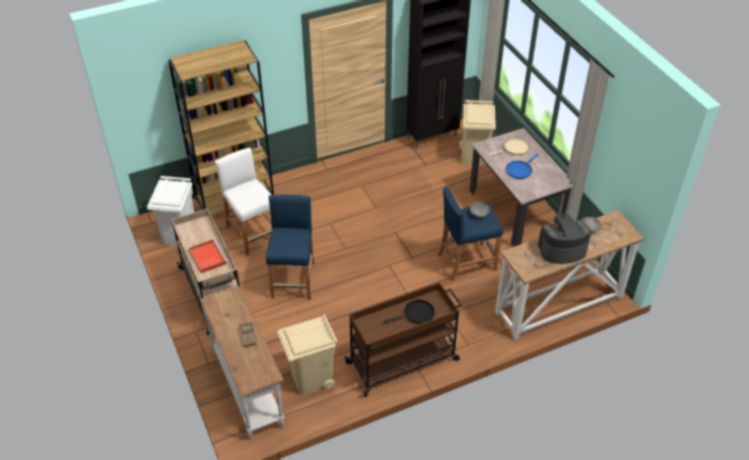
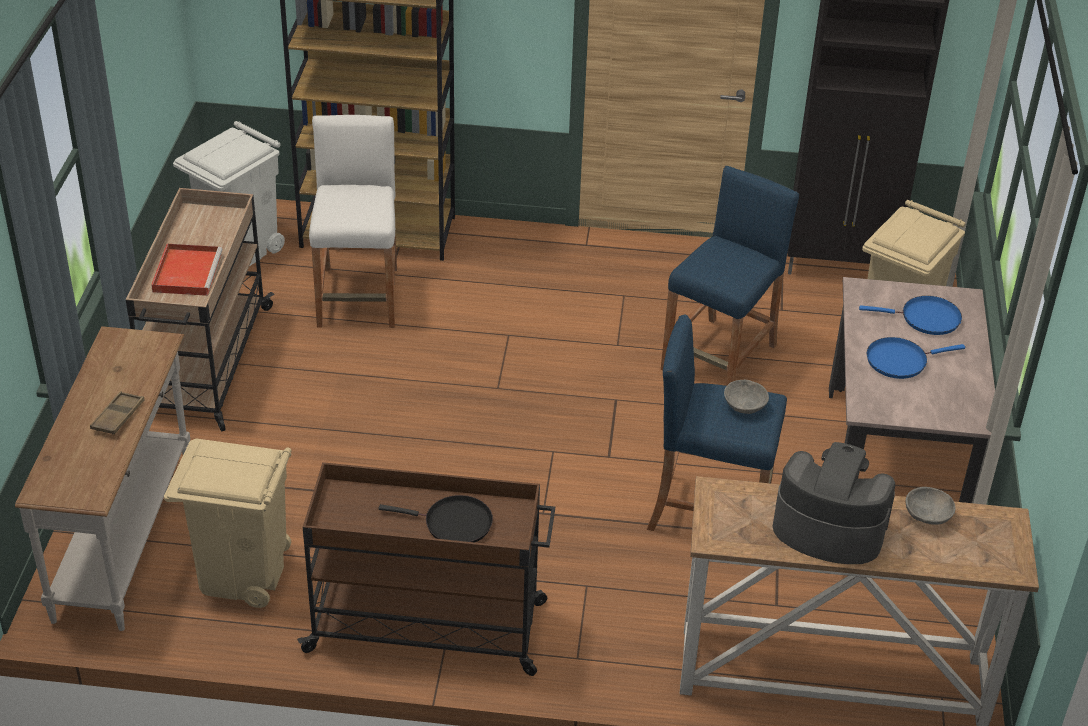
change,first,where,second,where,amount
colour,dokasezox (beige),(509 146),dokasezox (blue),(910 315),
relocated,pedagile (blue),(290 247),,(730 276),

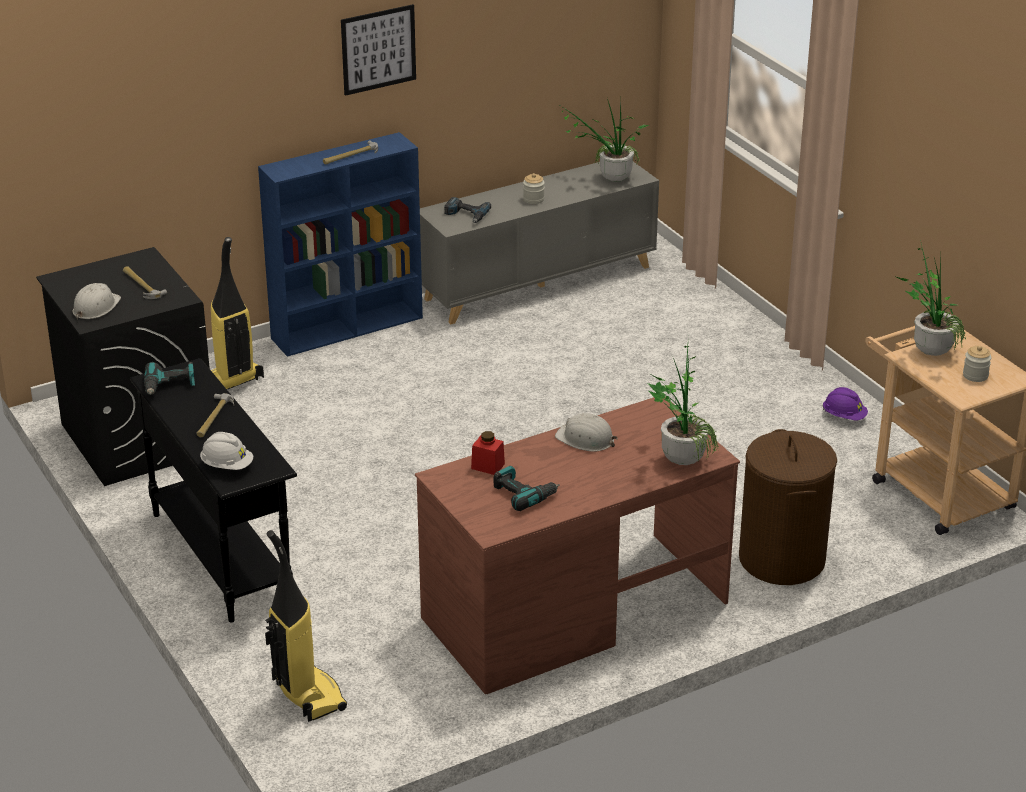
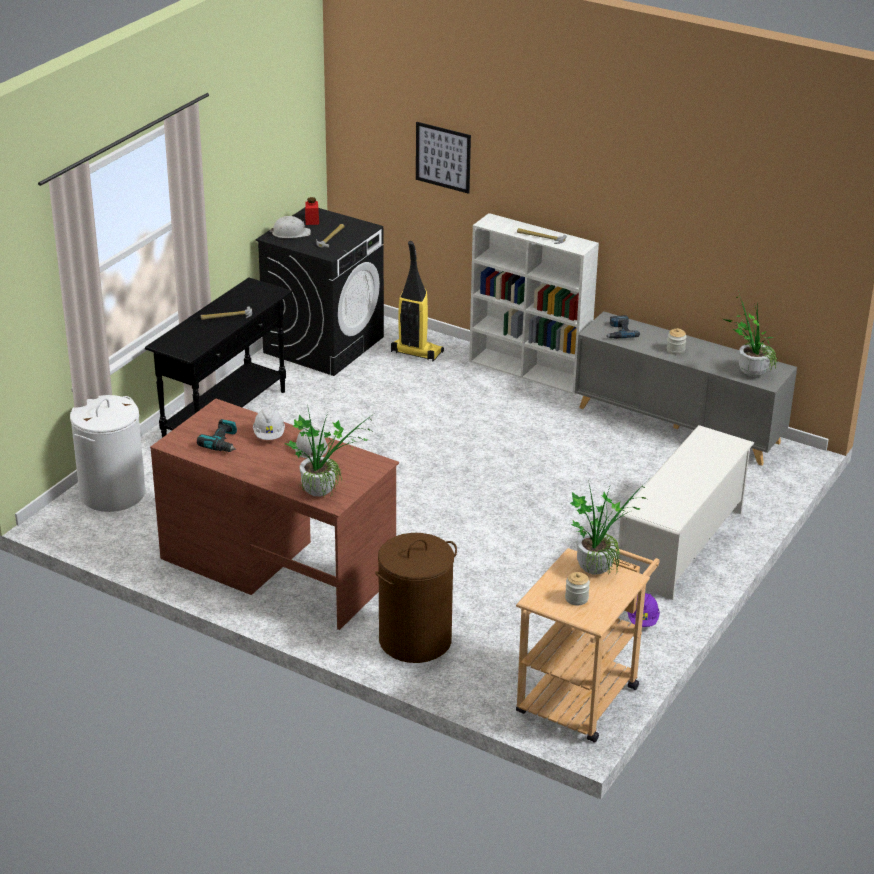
change,first,where,second,where,amount
relocated,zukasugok,(378 50),,(443 158),
colour,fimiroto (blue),(340 244),fimiroto (white),(534 303),
missing,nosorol,(169 378),,,
relocated,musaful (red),(488 453),,(312 211),
relocated,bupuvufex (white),(226 451),,(269 424),
exchanged,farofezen,(306 626),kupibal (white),(108 453),
appeared,,,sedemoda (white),(685 512),

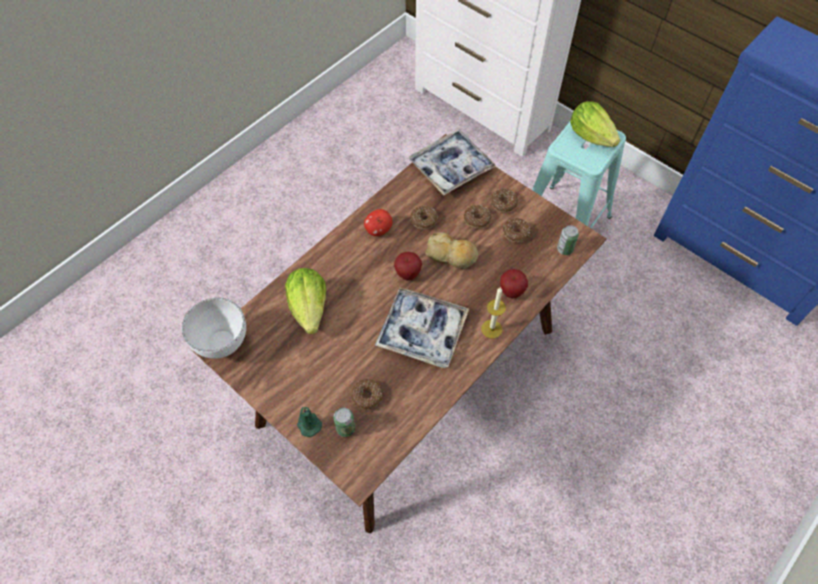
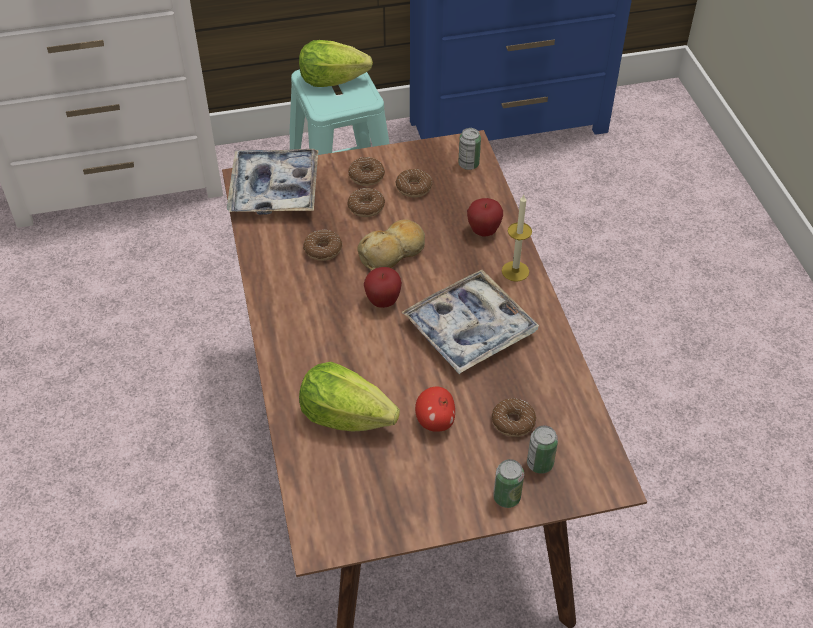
change,first,where,second,where,amount
relocated,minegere,(378 222),,(435 409),
missing,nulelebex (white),(214 328),,,
exchanged,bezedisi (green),(309 422),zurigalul,(508 483),

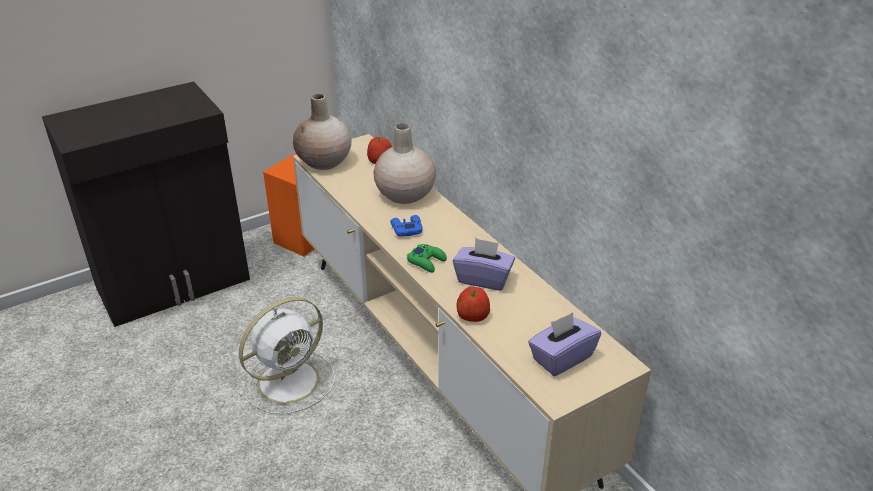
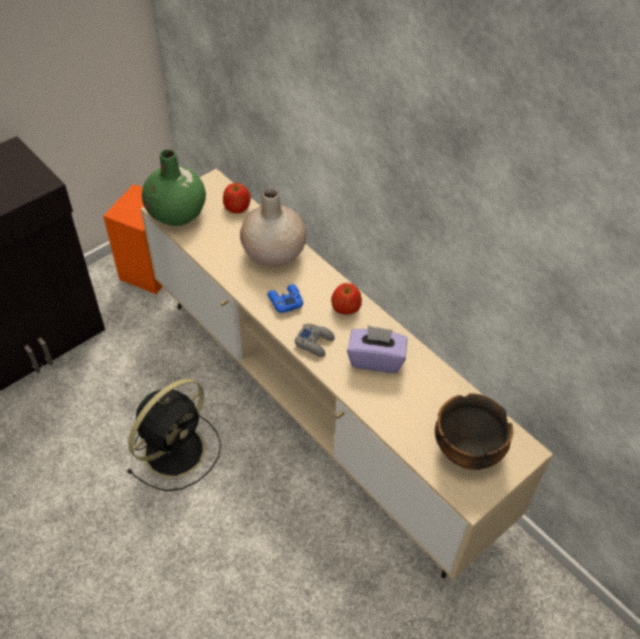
change,first,where,second,where,amount
colour,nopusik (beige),(322 132),nopusik (green),(174 187),
colour,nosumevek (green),(427 258),nosumevek (grey),(314 340),
relocated,minegere,(473 304),,(346 298),
colour,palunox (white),(286 355),palunox (black),(173 435),
exchanged,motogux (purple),(564 344),nulelebex,(474 431),

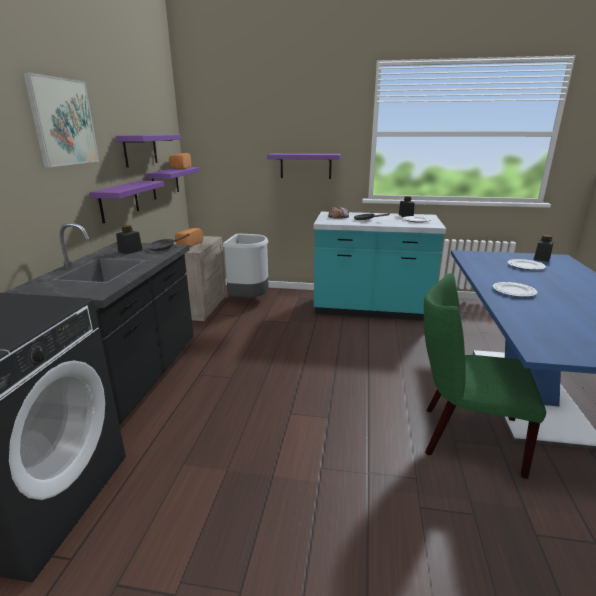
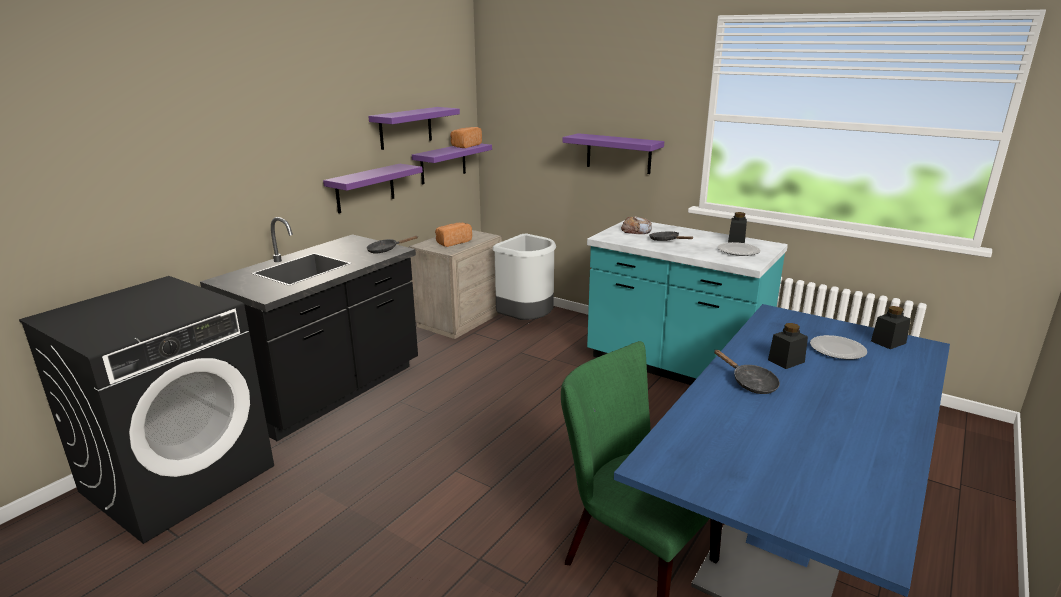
change,first,where,second,where,amount
missing,zukasugok,(61 119),,,
relocated,musaful (black),(129 239),,(788 346),
exchanged,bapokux,(515 289),dokasezox (black),(747 372),

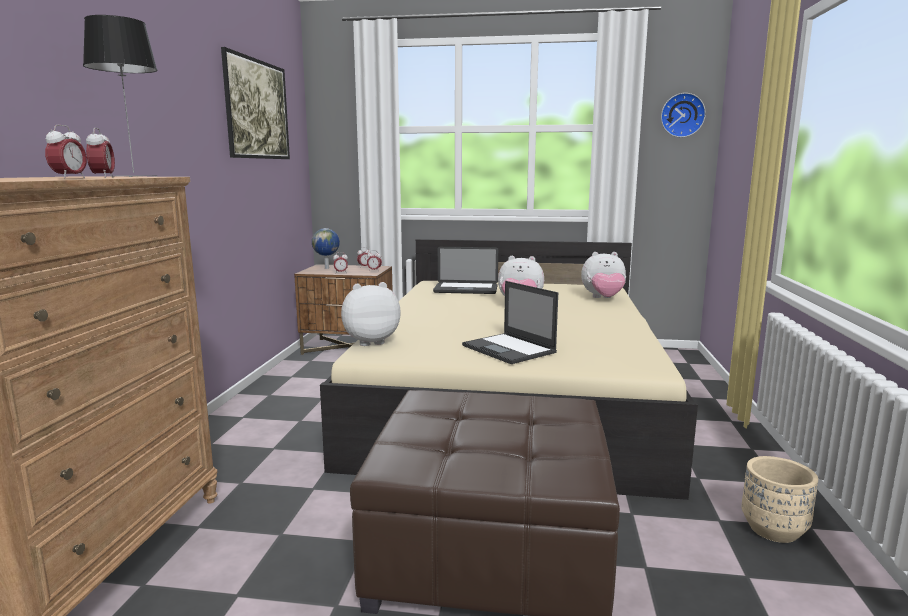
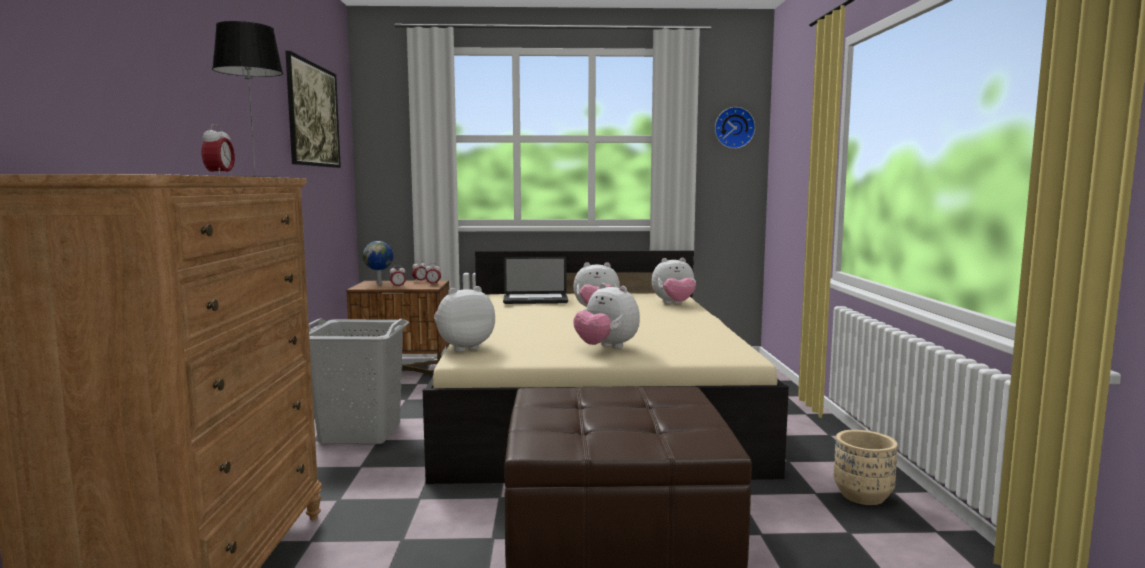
change,first,where,second,where,amount
missing,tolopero,(100 153),,,
exchanged,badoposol,(510 322),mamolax,(606 316),
appeared,,,kupibal (grey),(359 381),

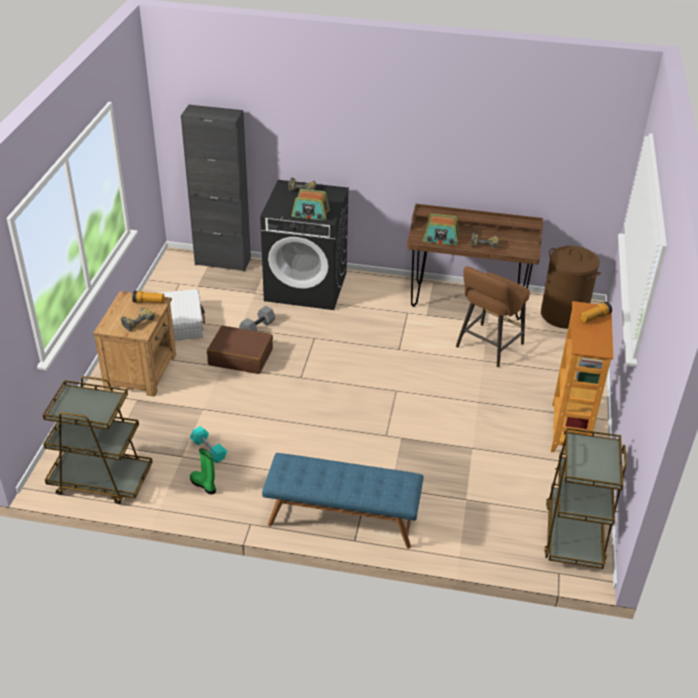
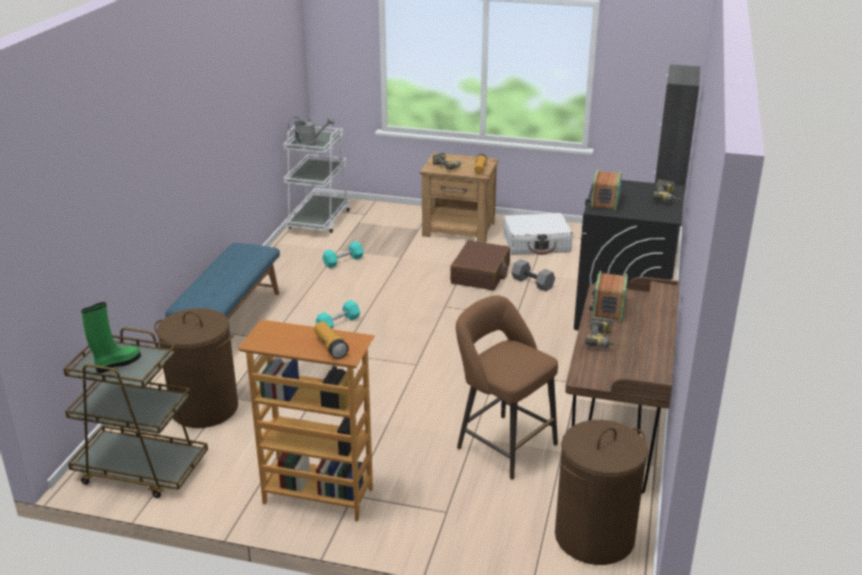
change,first,where,second,where,amount
colour,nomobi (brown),(98 440),nomobi (white),(317 179),
relocated,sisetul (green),(203 471),,(111 337),
appeared,,,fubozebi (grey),(311 131),
appeared,,,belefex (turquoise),(338 314),
appeared,,,kupibal (brown),(196 368),

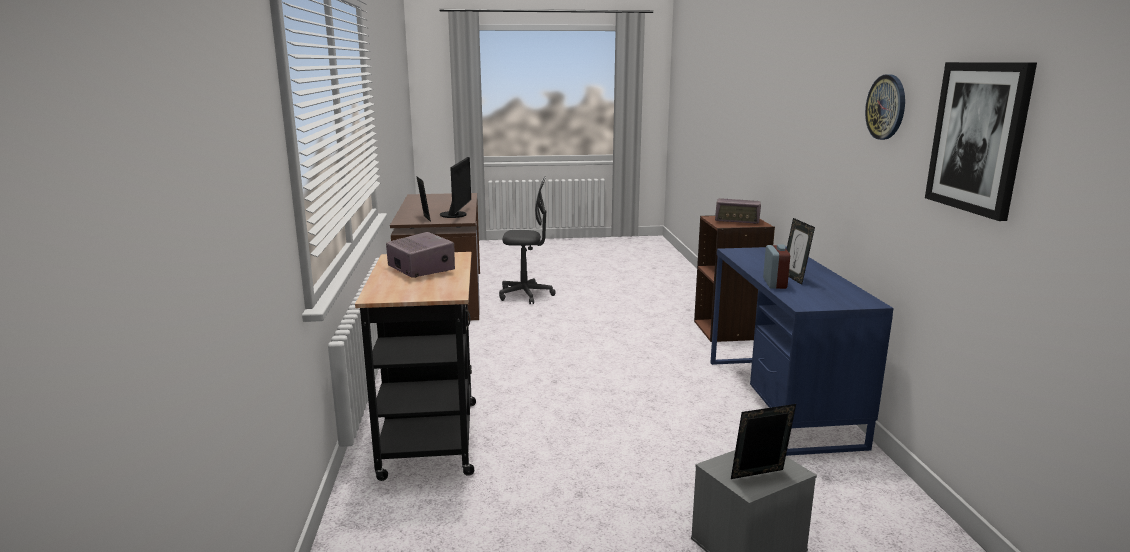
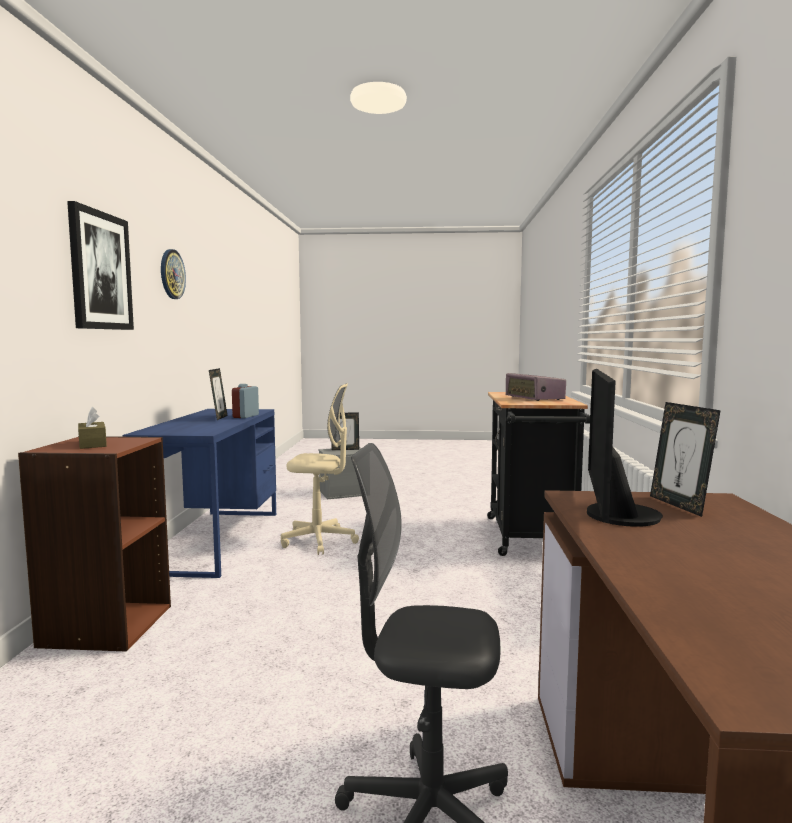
change,first,where,second,where,amount
relocated,zukasugok,(981 141),,(100 265),
exchanged,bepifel,(738 211),motogux (brown),(92 428),
appeared,,,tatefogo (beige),(320 469),

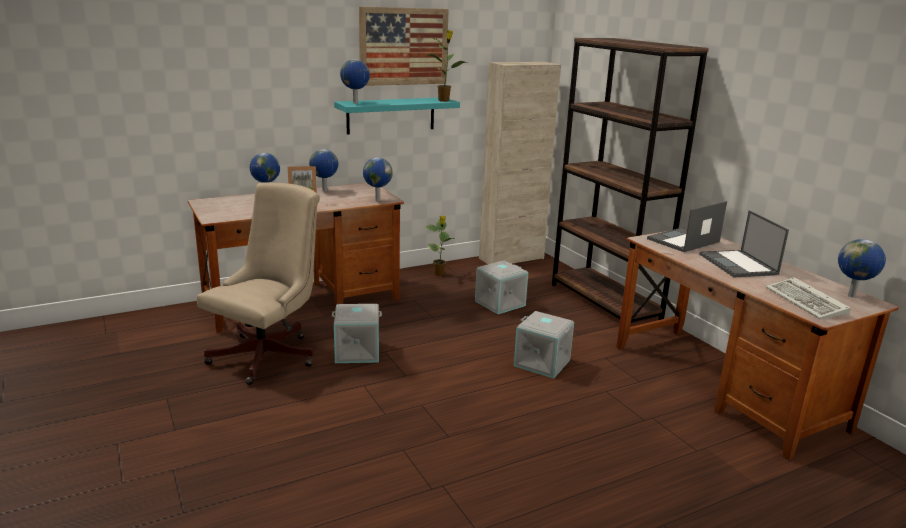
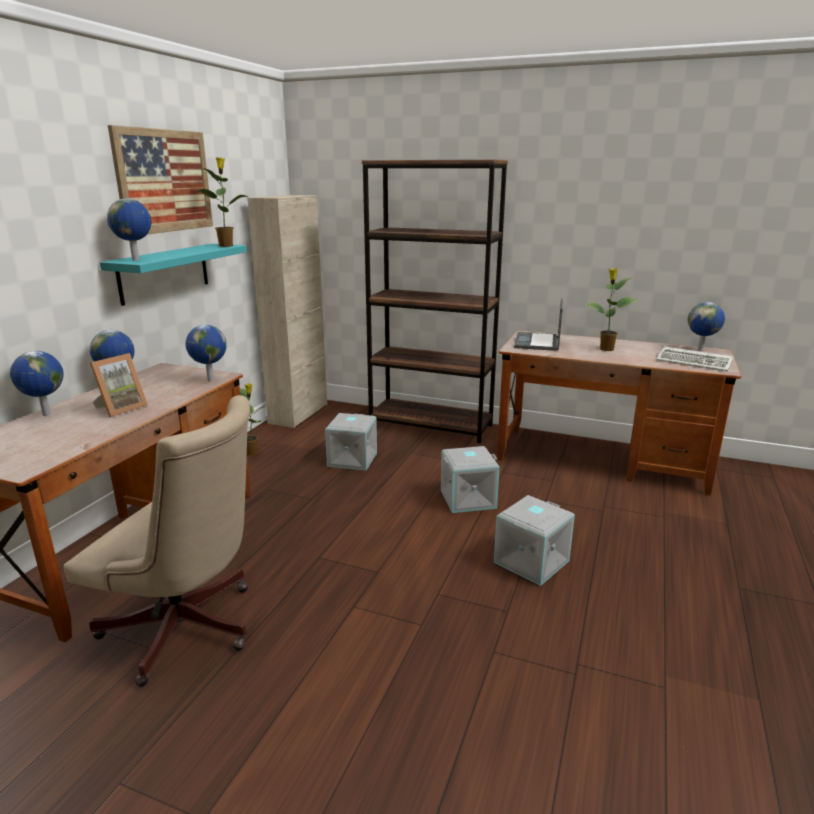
change,first,where,second,where,amount
spun,tatefogo (beige),(258 283),,(156 541),120 degrees clockwise
exchanged,badoposol,(744 243),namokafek,(611 309),
relocated,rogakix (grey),(357 333),,(534 540),

